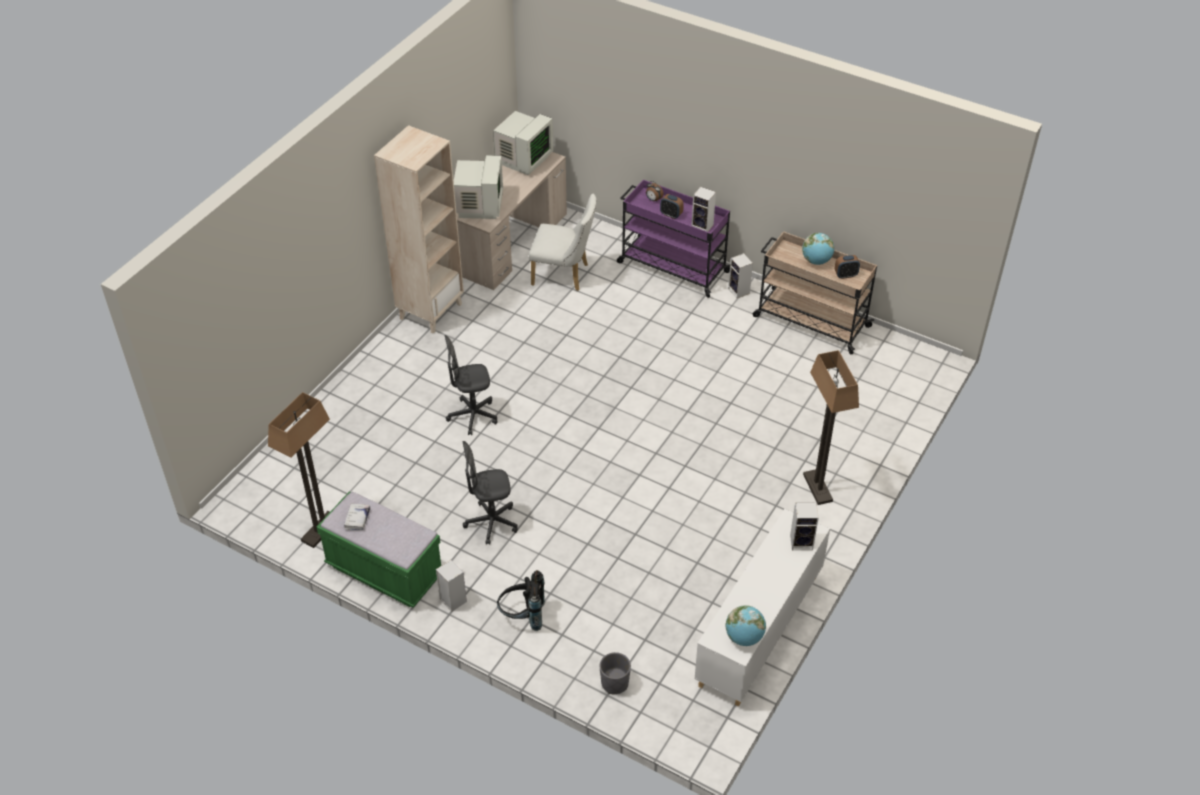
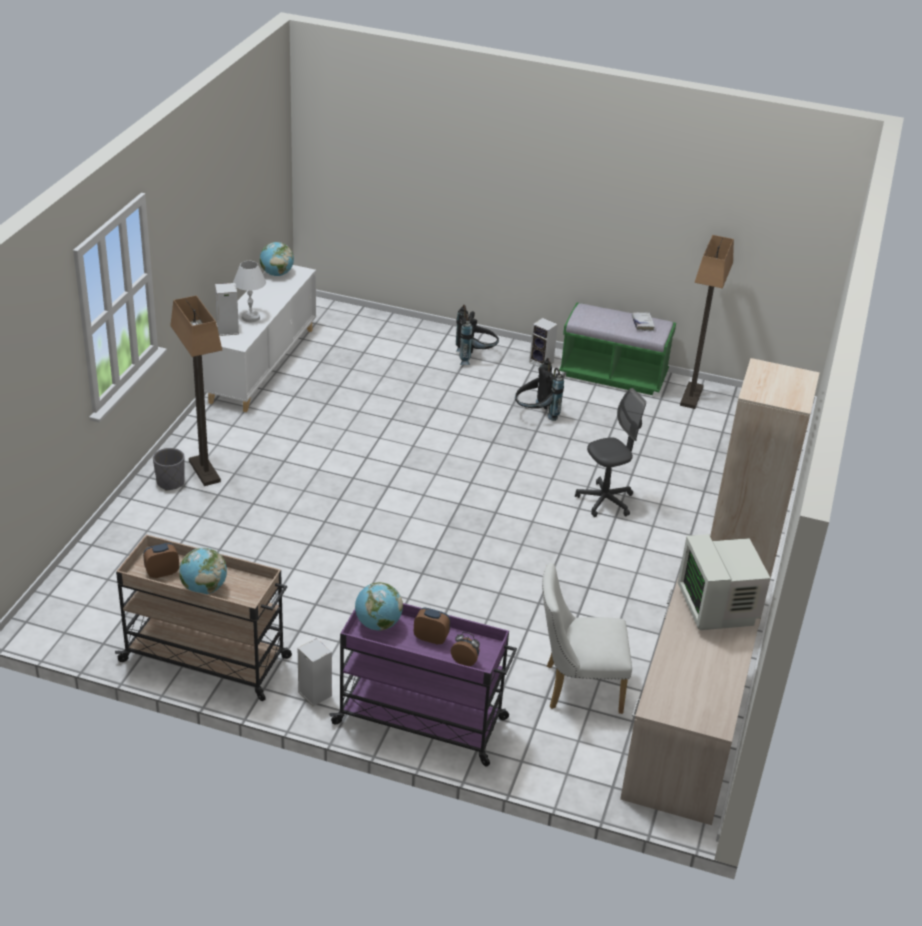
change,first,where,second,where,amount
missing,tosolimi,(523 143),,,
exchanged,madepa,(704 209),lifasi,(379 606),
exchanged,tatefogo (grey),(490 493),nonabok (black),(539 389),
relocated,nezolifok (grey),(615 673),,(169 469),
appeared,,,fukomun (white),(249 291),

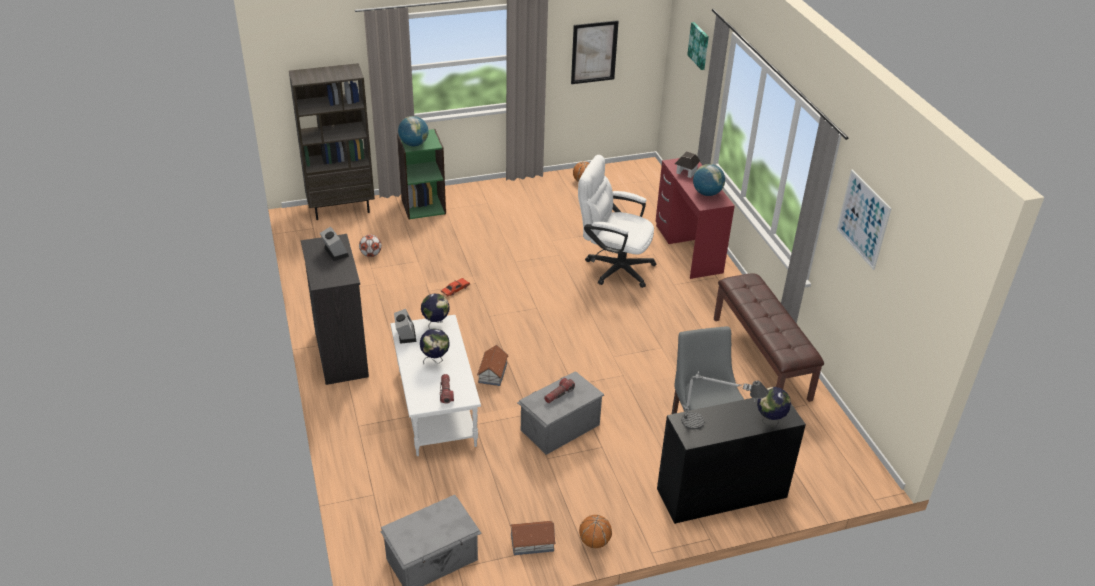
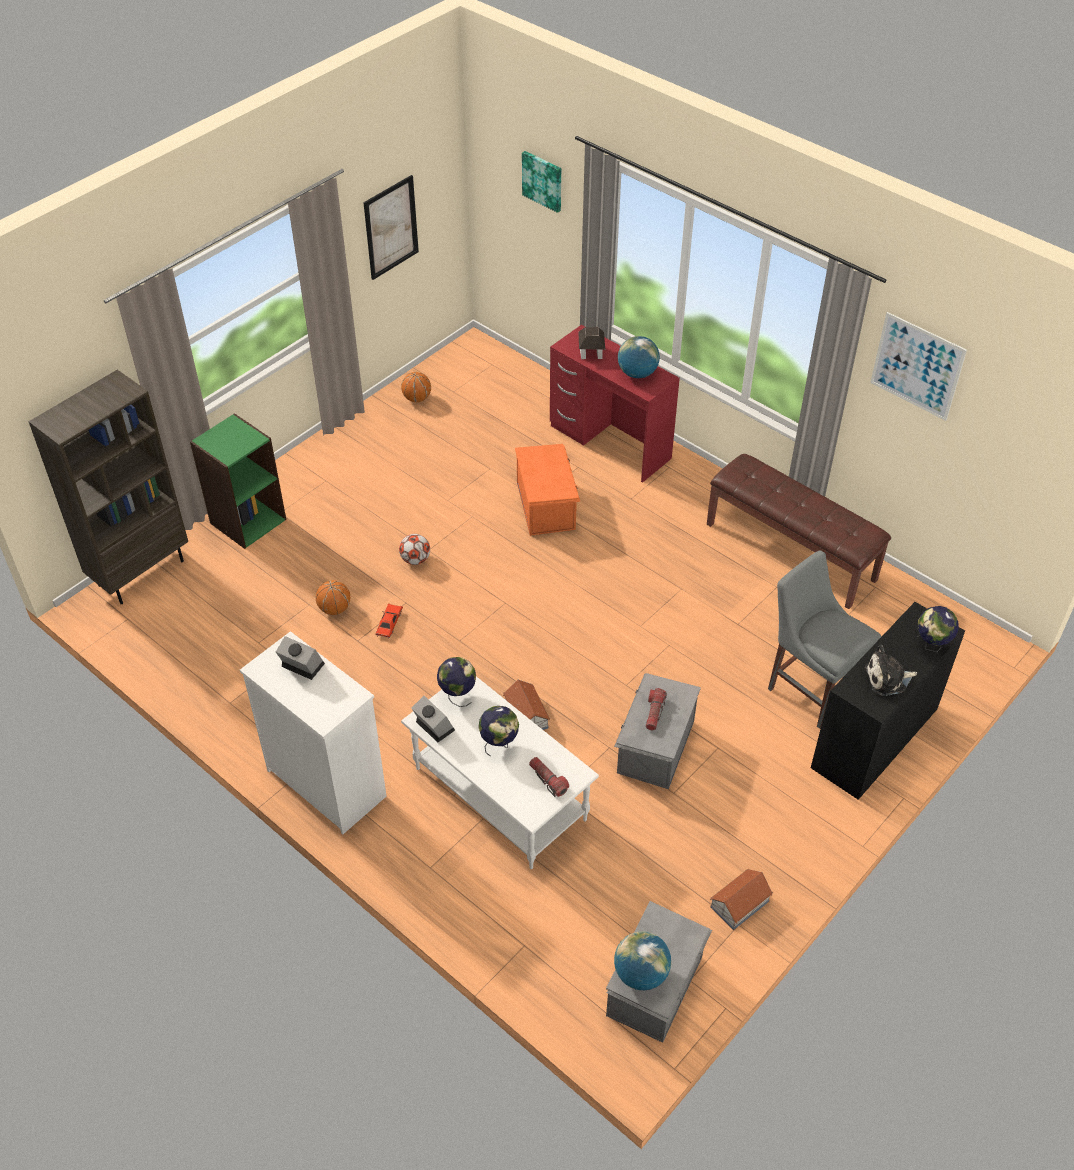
change,first,where,second,where,amount
relocated,lifasi,(413 131),,(642 960),
exchanged,tatefogo (white),(617 221),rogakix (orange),(547 490),
colour,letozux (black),(335 309),letozux (white),(313 732),
relocated,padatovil,(370 246),,(414 549),
exchanged,fukomun,(725 400),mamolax,(891 670),
relocated,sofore,(595 531),,(333 597),

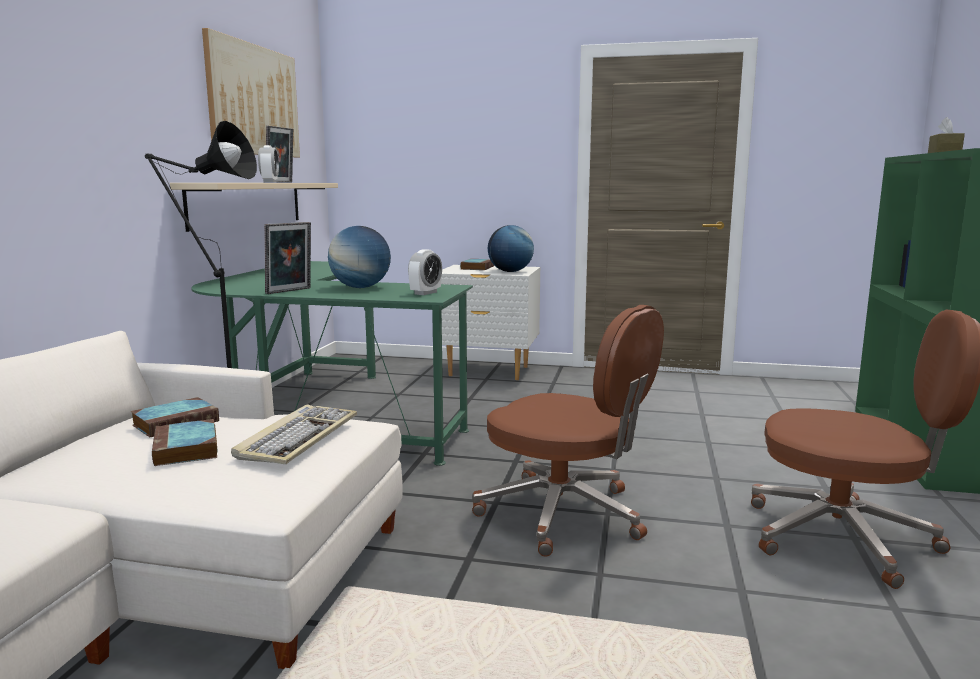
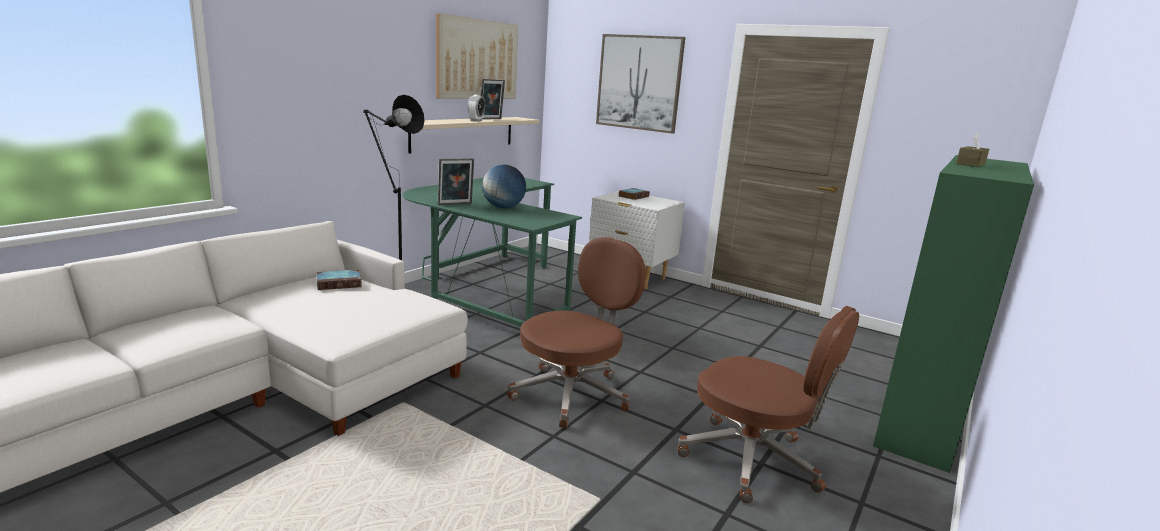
change,first,where,second,where,amount
missing,lifasi,(511 248),,,
missing,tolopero,(425 272),,,
spun,tatefogo (brown),(568 430),,(576 332),105 degrees counterclockwise
missing,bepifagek,(294 434),,,
missing,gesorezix,(184 442),,,
appeared,,,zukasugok,(640 84),

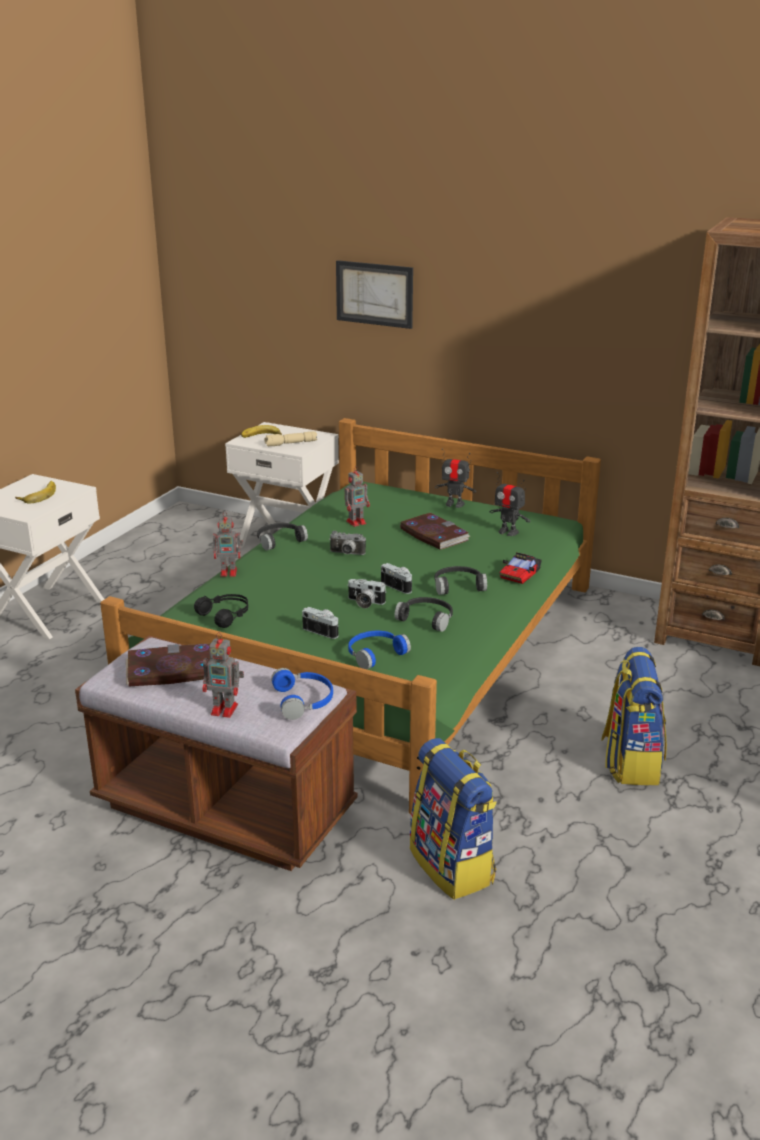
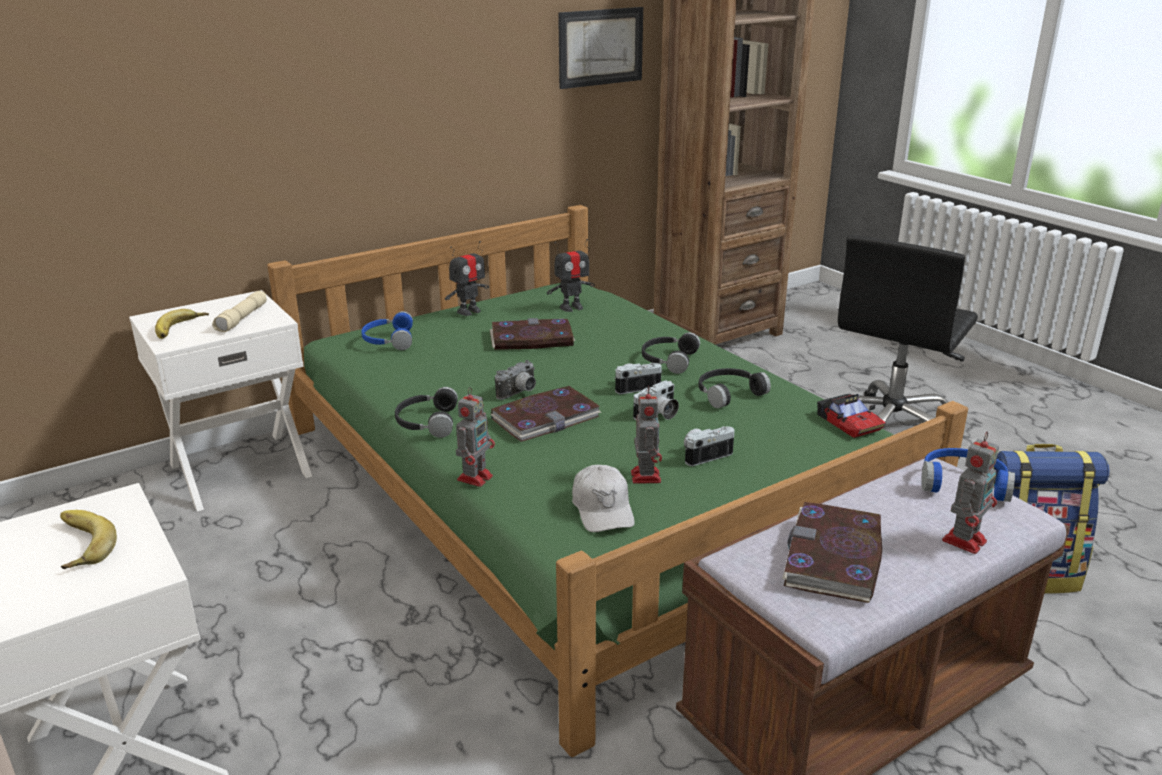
change,first,where,second,where,amount
relocated,zukasugok,(374 294),,(600 48),
relocated,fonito,(357 496),,(646 435),
relocated,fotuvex,(520 568),,(851 416),
exchanged,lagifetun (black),(221 611),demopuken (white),(603 498),
relocated,lagifetun (blue),(379 650),,(387 330),
exchanged,nonabok,(634 716),tatefogo (black),(908 346),
appeared,,,gesorezix,(545 414),

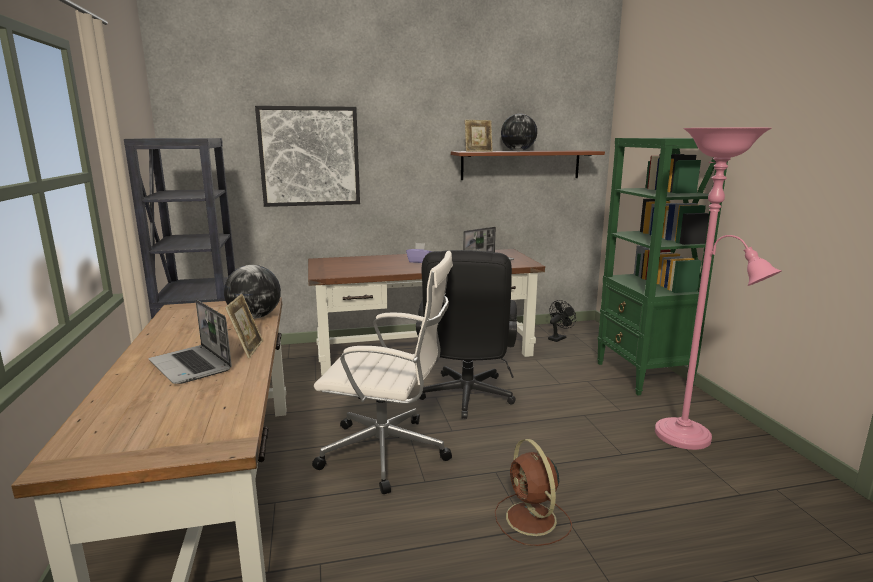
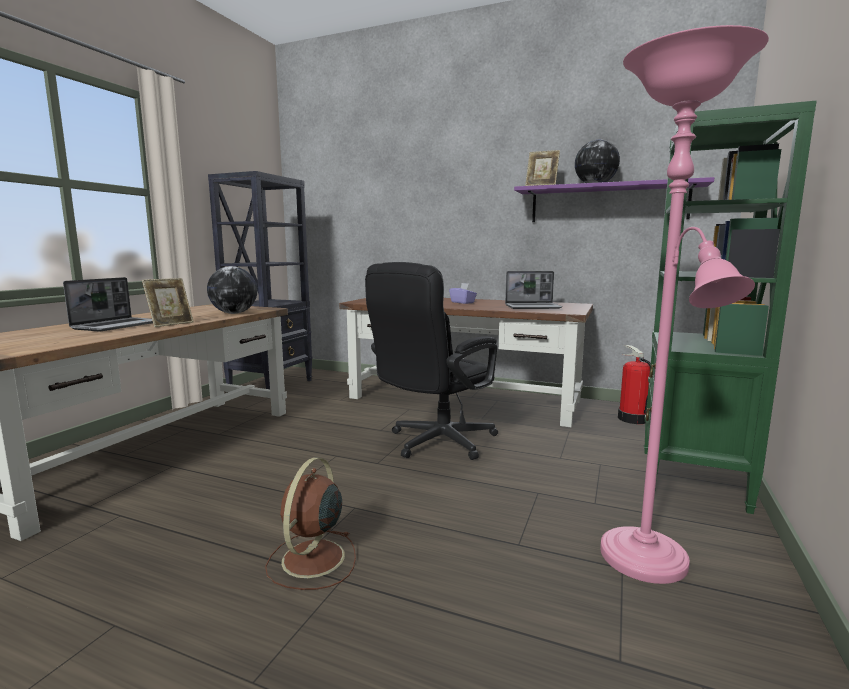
change,first,where,second,where,amount
missing,zukasugok,(307 156),,,
colour,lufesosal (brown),(528 165),lufesosal (purple),(614 199),
missing,tatefogo (white),(382 372),,,
spun,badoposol,(190 341),,(108 304),150 degrees counterclockwise
exchanged,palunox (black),(562 321),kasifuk,(634 384),

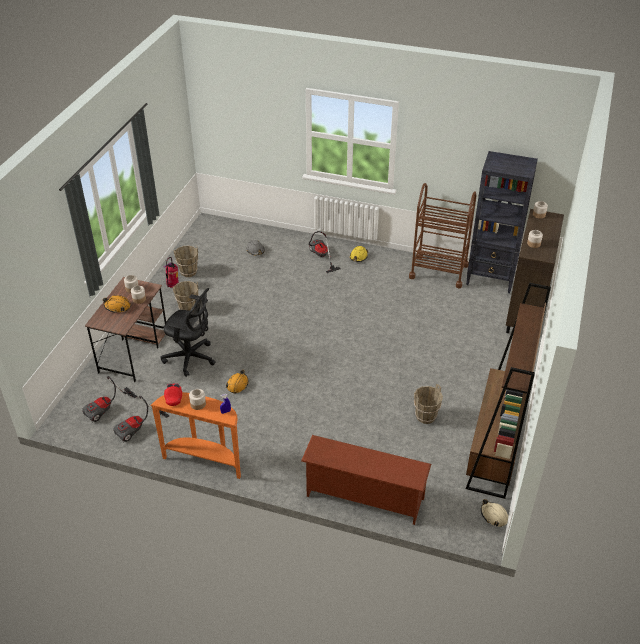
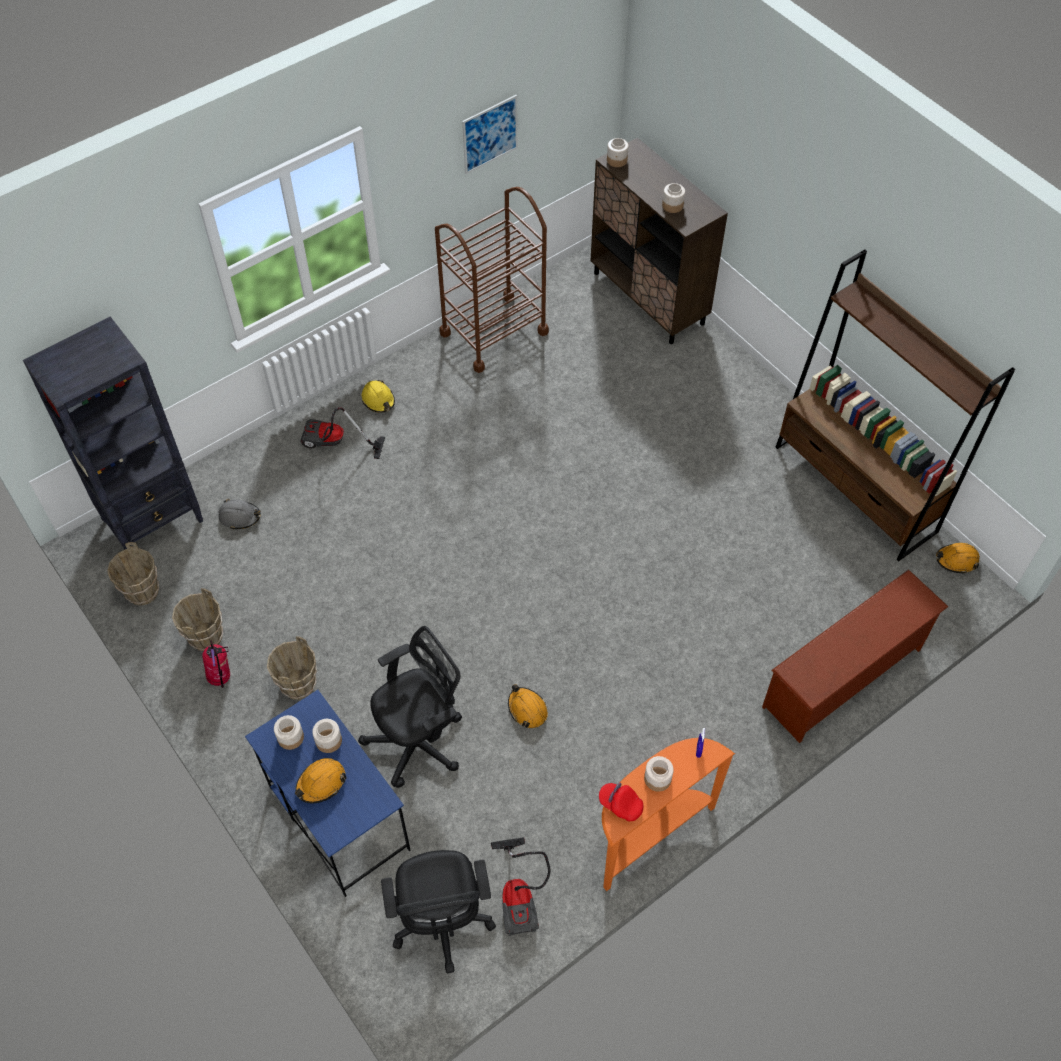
change,first,where,second,where,amount
relocated,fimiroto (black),(502 222),,(113 433),
colour,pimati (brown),(125 329),pimati (blue),(328 793),
exchanged,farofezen,(109 399),tatefogo (black),(438 912),
relocated,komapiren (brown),(428 404),,(133 574),
colour,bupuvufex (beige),(494 513),bupuvufex (orange),(958 558),
appeared,,,zukasugok,(490 134),

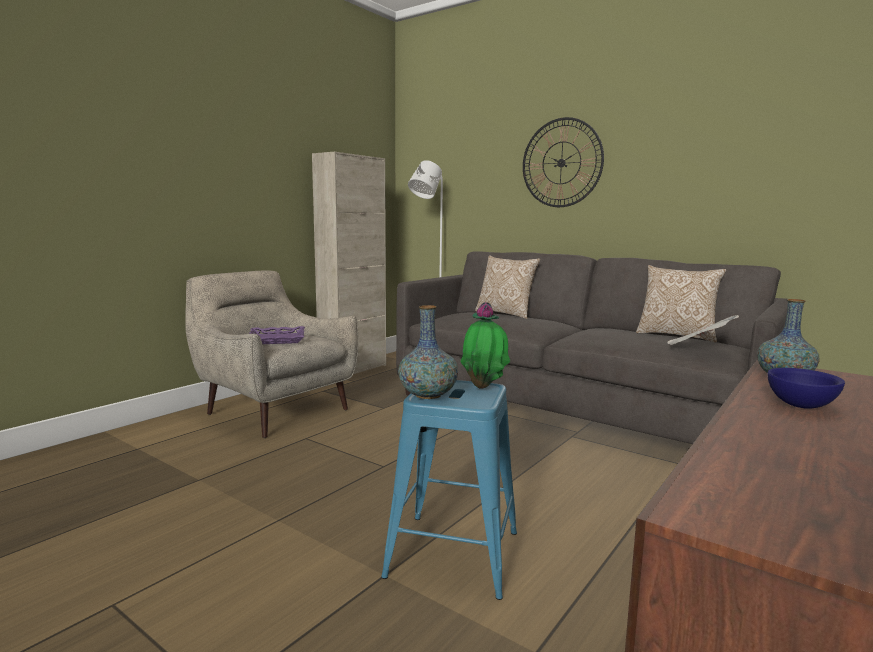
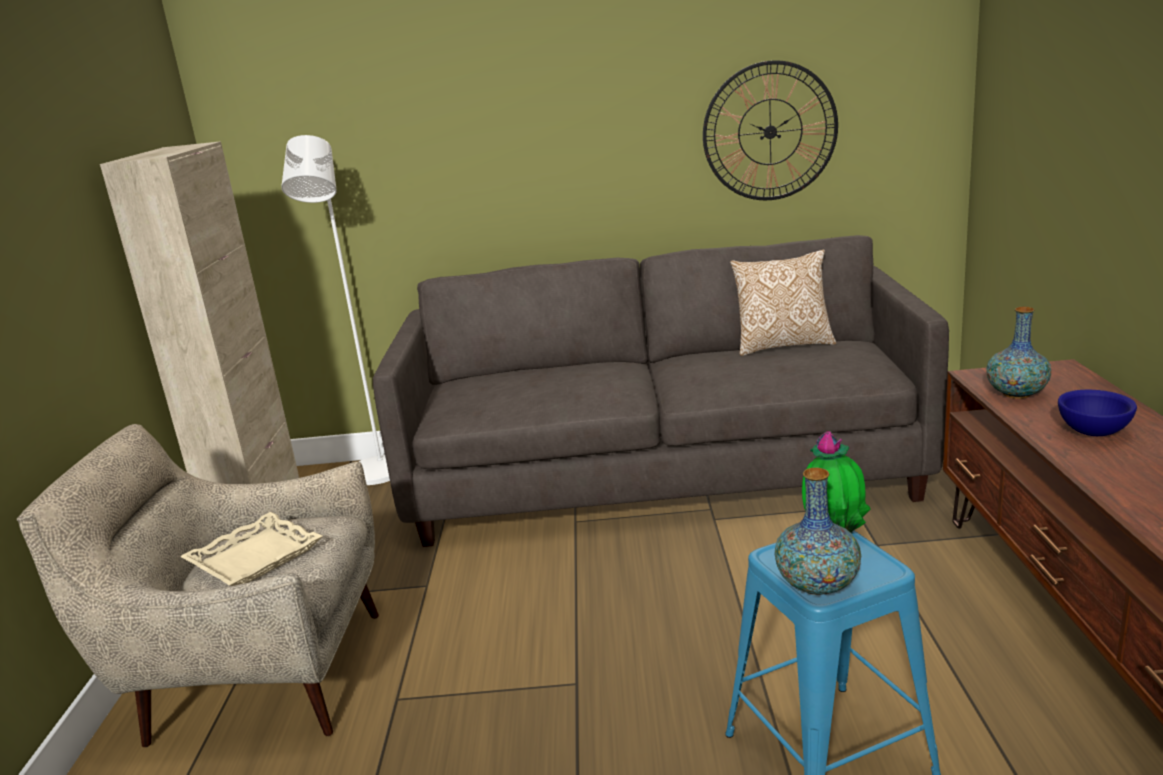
change,first,where,second,where,amount
relocated,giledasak,(563 162),,(770 130),
missing,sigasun,(507 287),,,
missing,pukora,(703 330),,,
colour,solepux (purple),(277 335),solepux (beige),(251 549),

